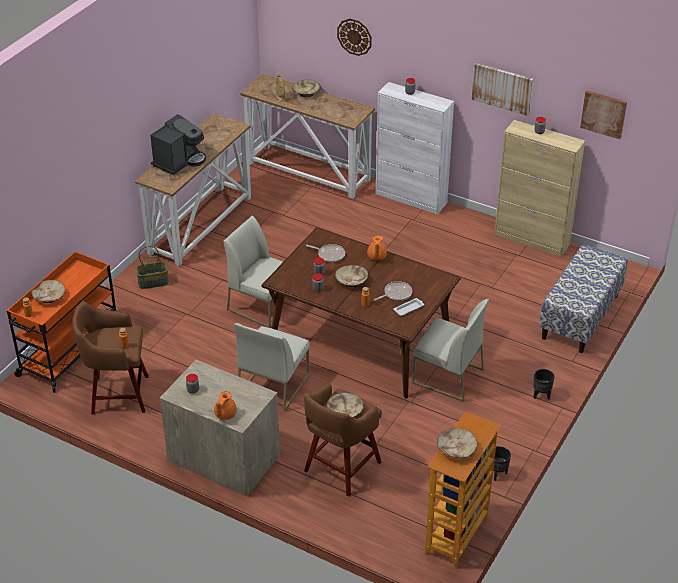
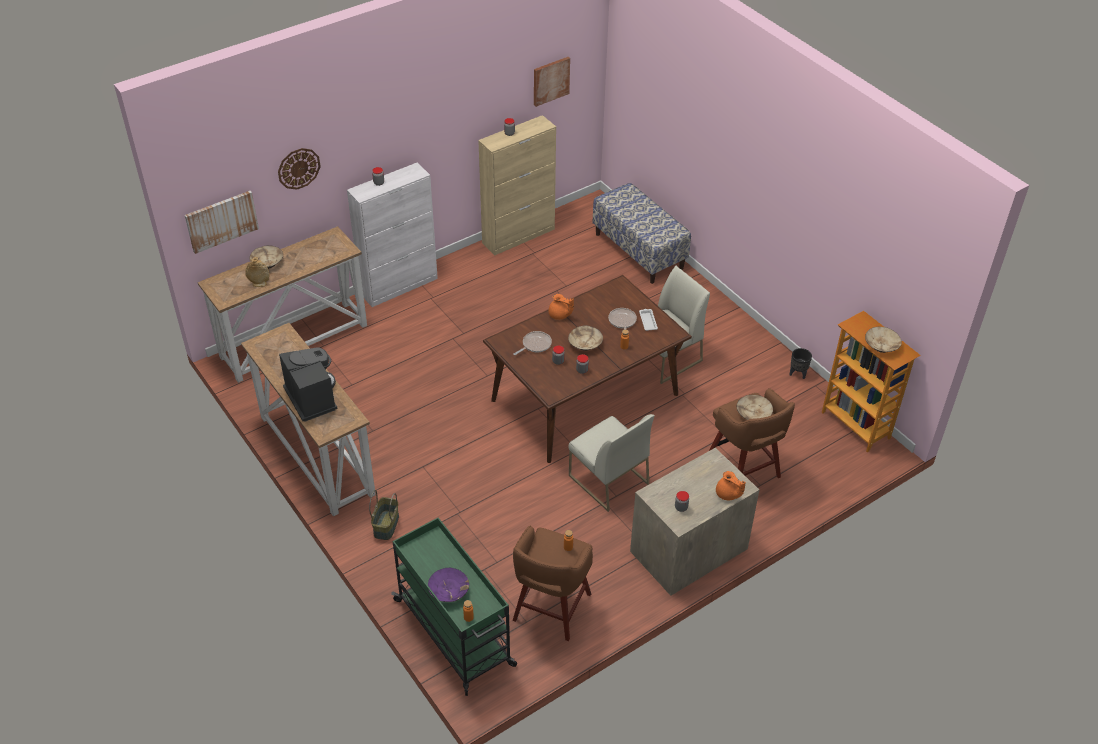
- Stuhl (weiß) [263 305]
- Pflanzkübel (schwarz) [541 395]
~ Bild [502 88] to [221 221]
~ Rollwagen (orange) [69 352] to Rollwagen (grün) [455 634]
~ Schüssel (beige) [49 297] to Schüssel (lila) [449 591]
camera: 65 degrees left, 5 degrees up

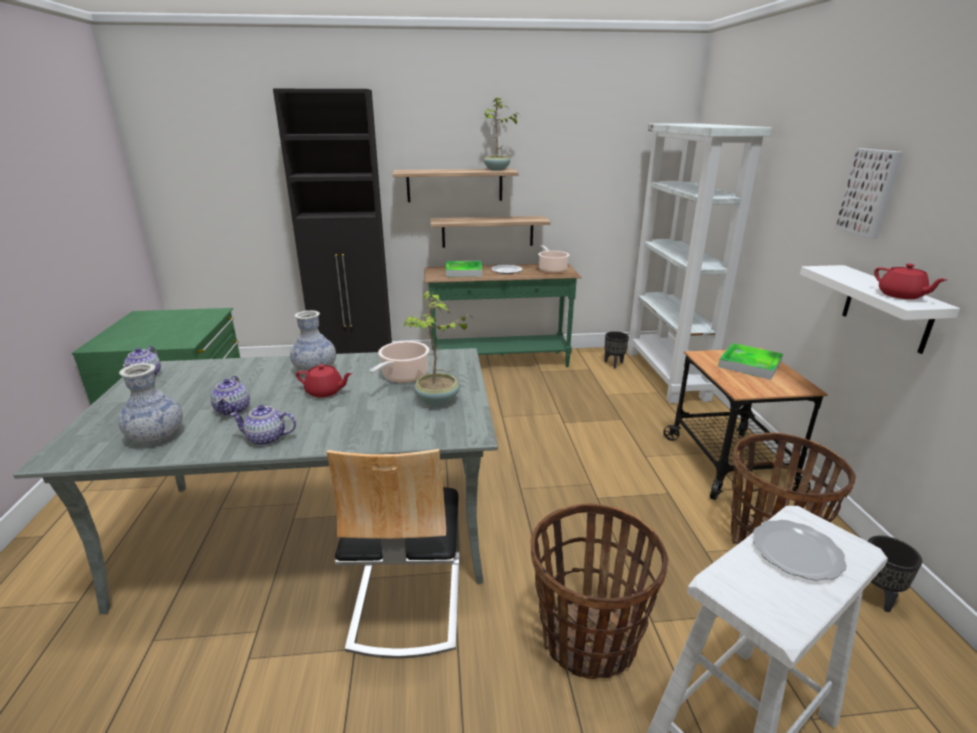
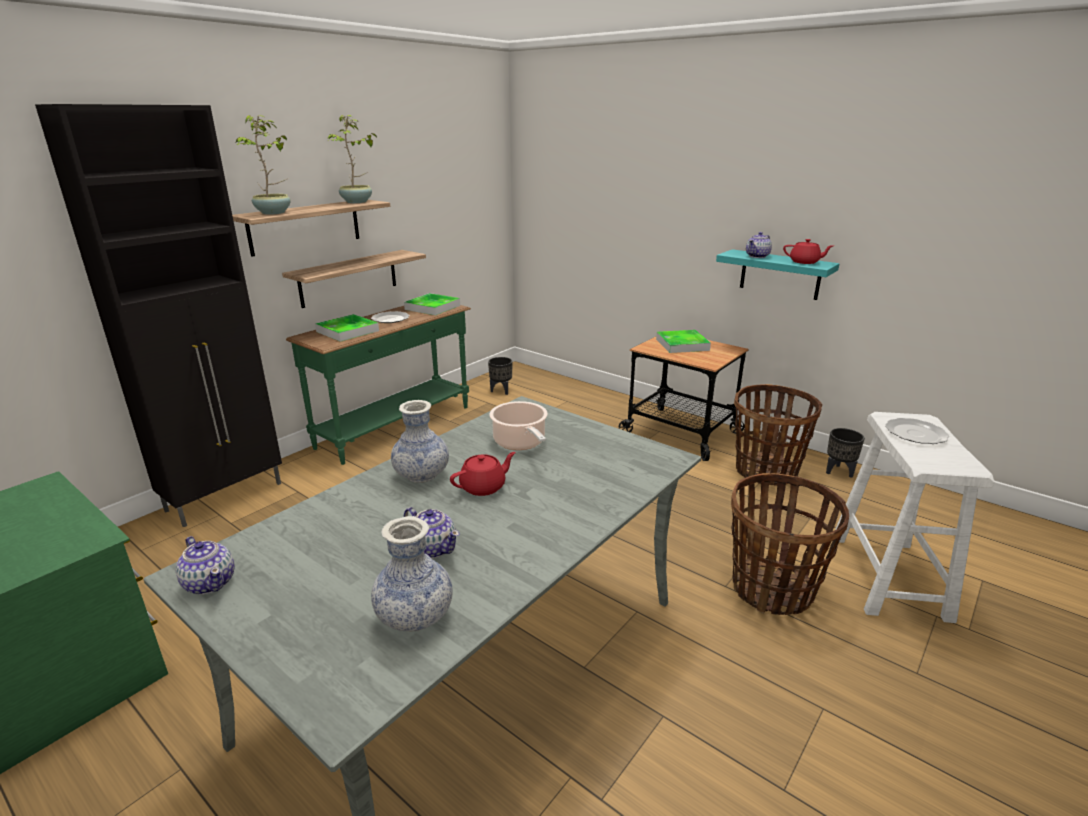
- Stuhl [406 601]
- Bücherregal (weiß) [667 374]
- Bild [870 192]
~ Teekanne [267 438] to [757 256]
~ Topfpflanze [438 400] to [274 213]
~ Kochtopf [552 270] to Tablett [432 307]
~ Wandregal (weiß) [887 308] to Wandregal (türkis) [780 274]
camera: 45 degrees left, 0 degrees up

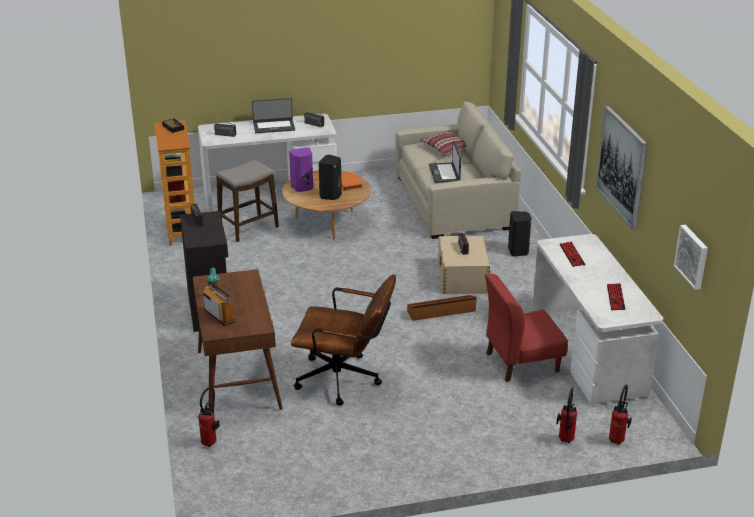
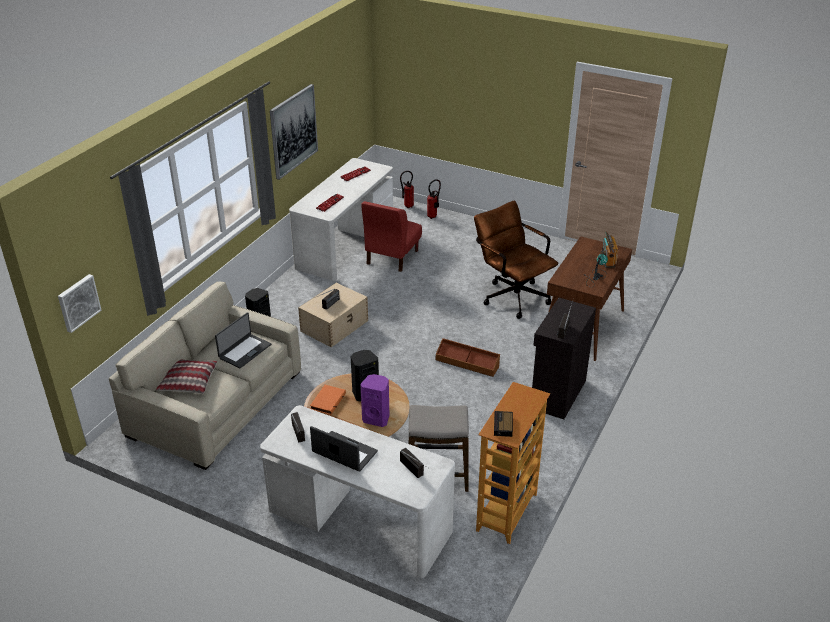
- Feuerlöscher [211 442]
~ Aufbewahrungsbox (braun) [441 311] to [467 363]
~ Bild [692 256] to [78 302]
~ Stuhl (rot) [521 362] = [392 257] 90 degrees clockwise
camera: 140 degrees left, 5 degrees up

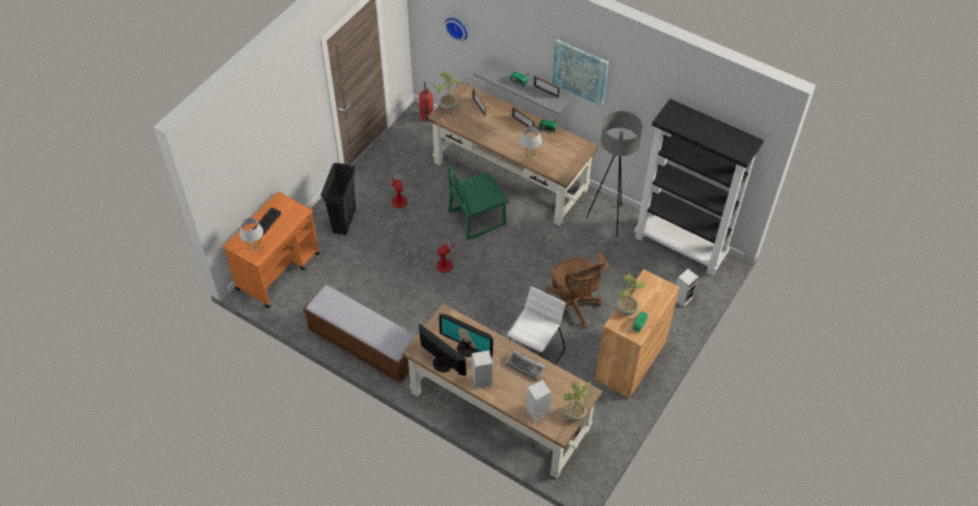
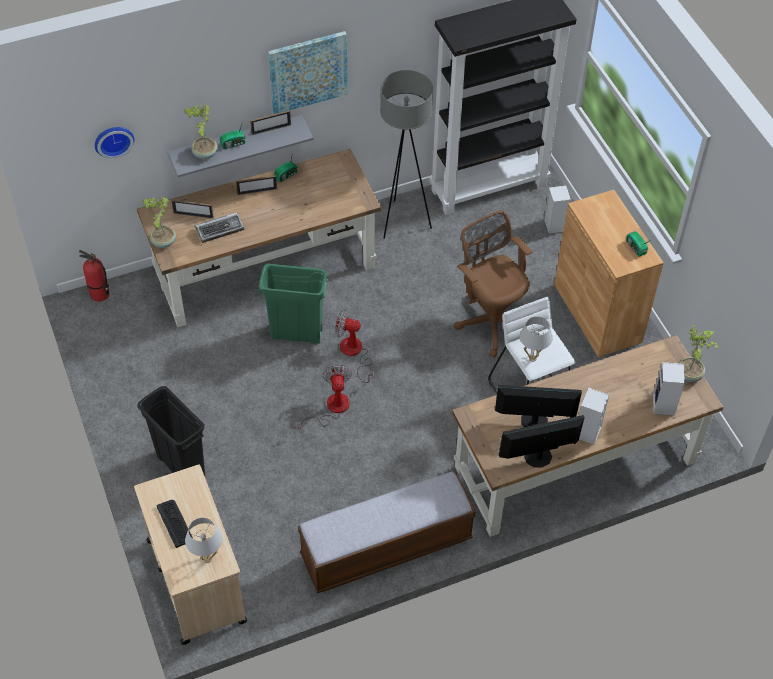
~ Ventilator [395 206] to [354 353]
~ Tastatur [526 367] to [220 229]
~ Tischlampe (weiß) [529 157] to [532 358]
~ Topfpflanze [626 309] to [204 154]
~ Stuhl (grün) [476 218] to Mülleimer (grün) [296 334]
~ Rollwagen (orange) [279 271] to Rollwagen (beige) [196 580]
~ Monitor [467 348] = [534 422] 150 degrees counterclockwise
~ Bürostuhl (braun) [573 306] = [491 320] 135 degrees counterclockwise
camera: 55 degrees left, 0 degrees up

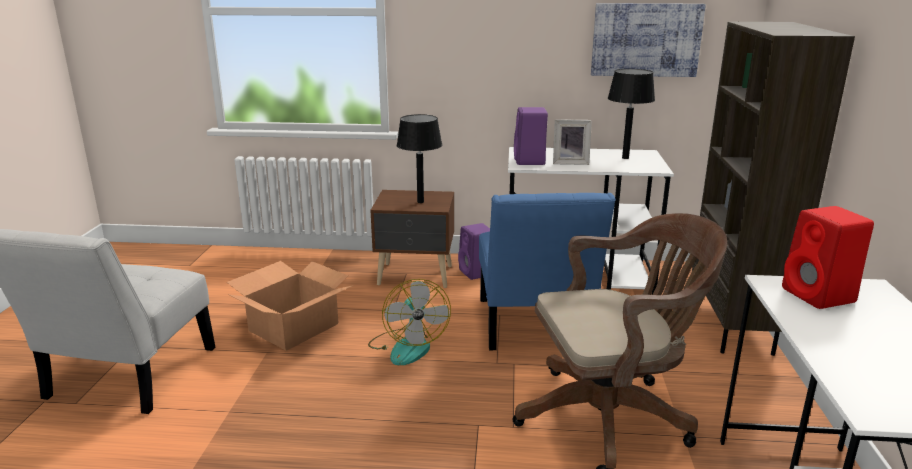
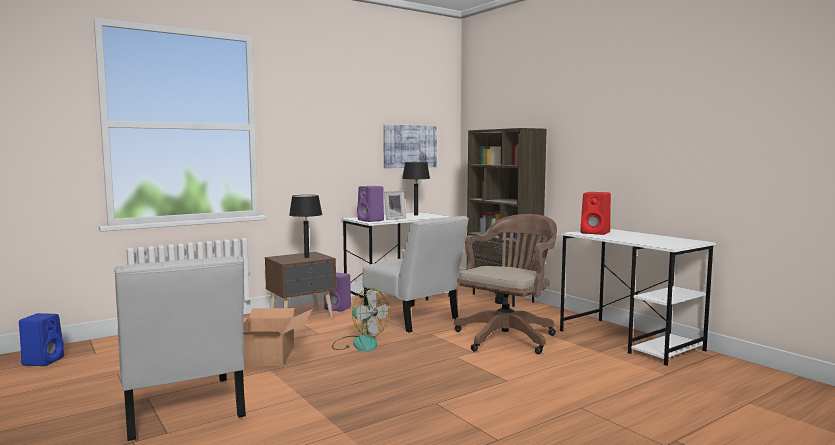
+ Lautsprecher (blau) [43 361]
~ Stuhl (blau) [534 327] to Stuhl (weiß) [414 319]
camera: 40 degrees left, 15 degrees down

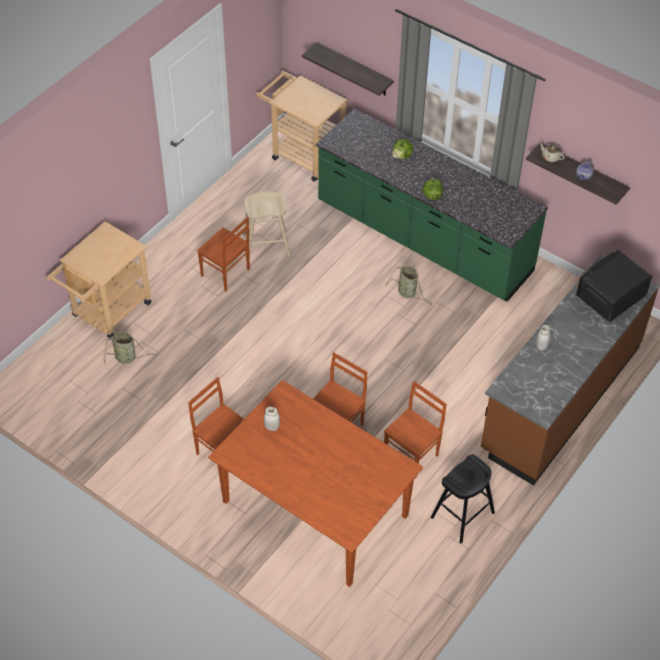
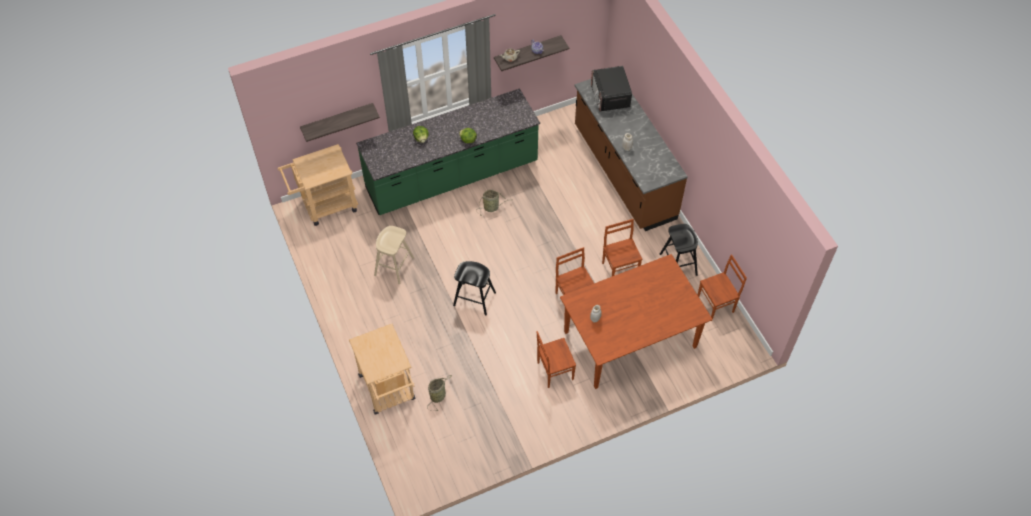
+ Hocker (schwarz) [474 299]
~ Stuhl (braun) [225 273] to [716 305]
camera: 60 degrees left, 5 degrees up

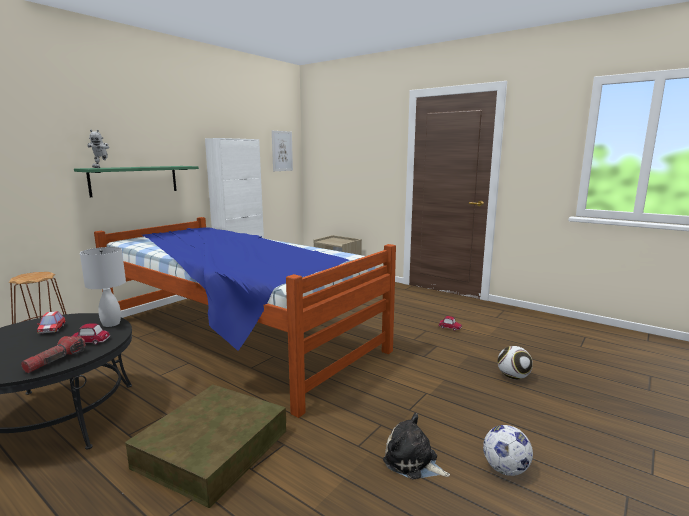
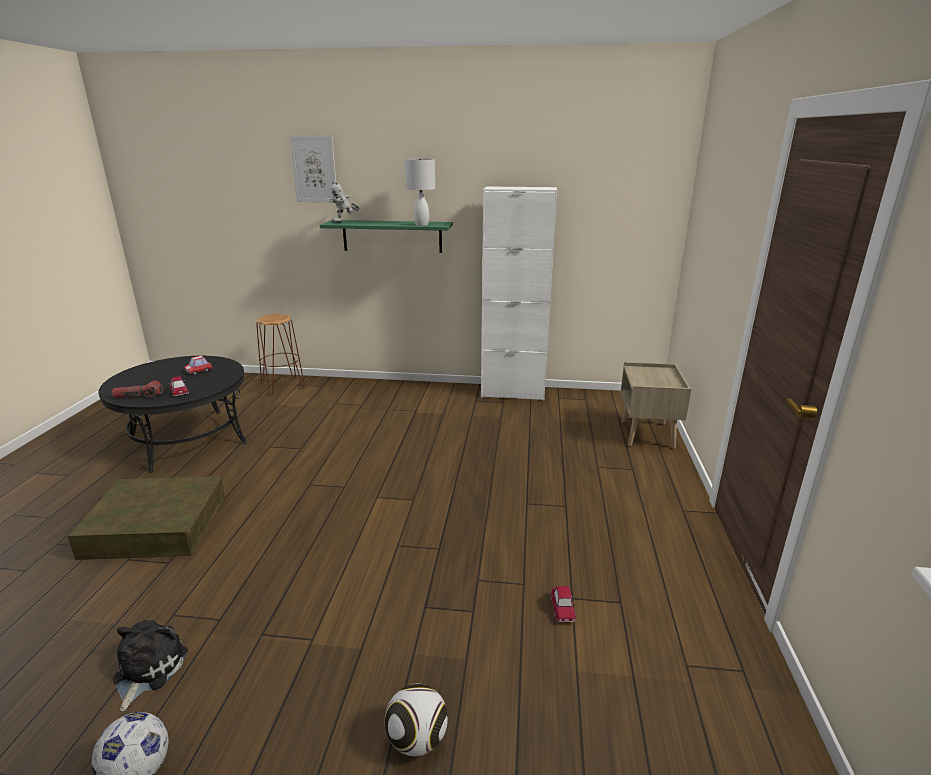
- Bett [238 337]
~ Tischlampe (weiß) [111 323] to [421 224]
~ Bild [282 151] to [314 169]
camera: 60 degrees right, 10 degrees up

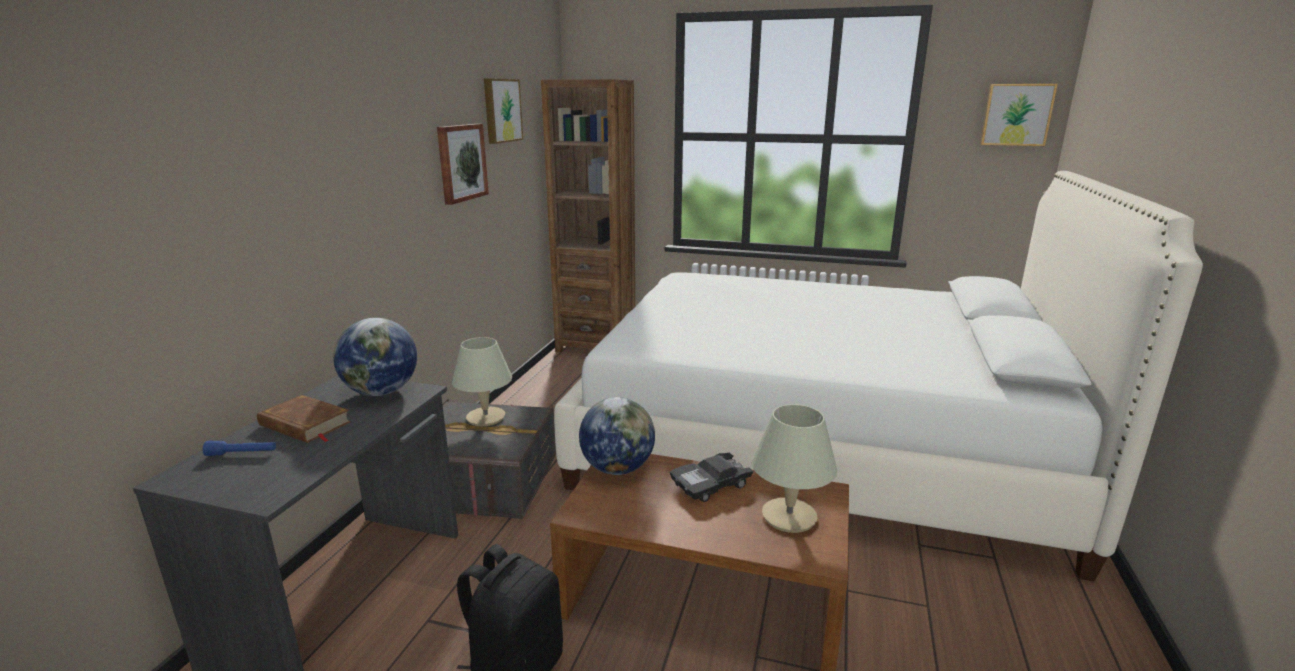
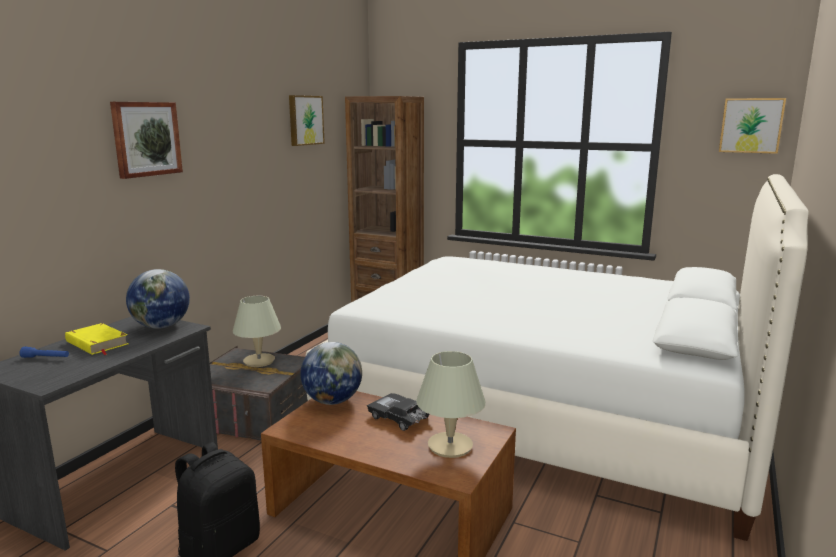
~ Bild [461 162] to [146 139]
~ Buch (braun) [305 424] to Buch (gelb) [97 343]
~ Spielzeugauto (schwarz) [711 484] = [400 418] 60 degrees clockwise
camera: 10 degrees right, 5 degrees down

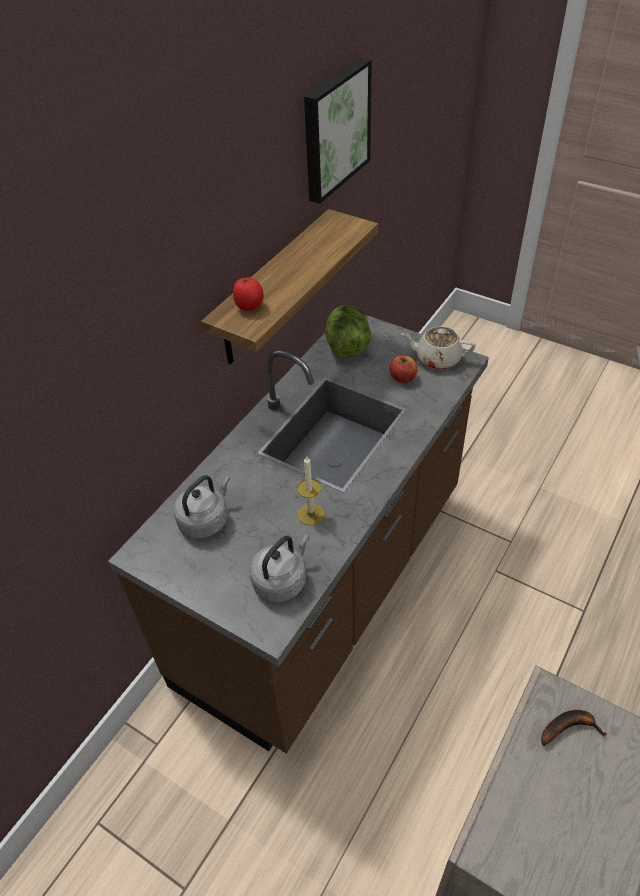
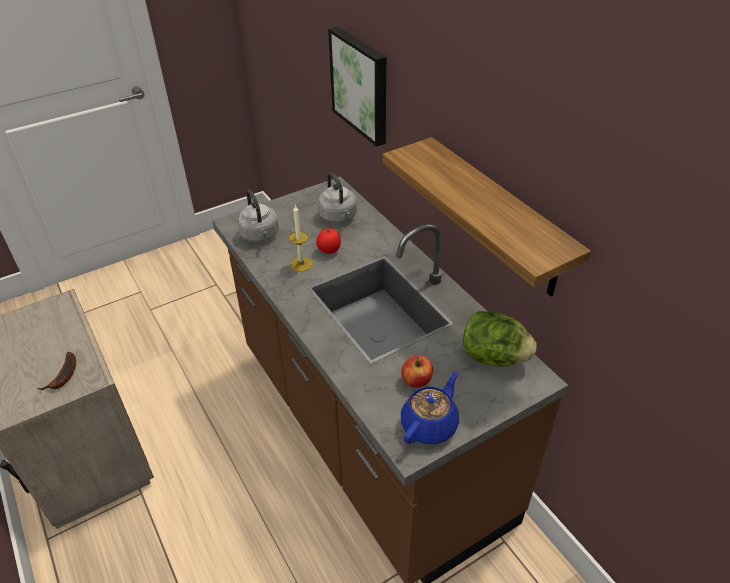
~ Tomate [249 307] to [329 251]
~ Bild [334 130] to [361 85]
~ Teekanne (beige) [437 358] to Teekanne (blau) [430 424]
camera: 115 degrees right, 5 degrees down

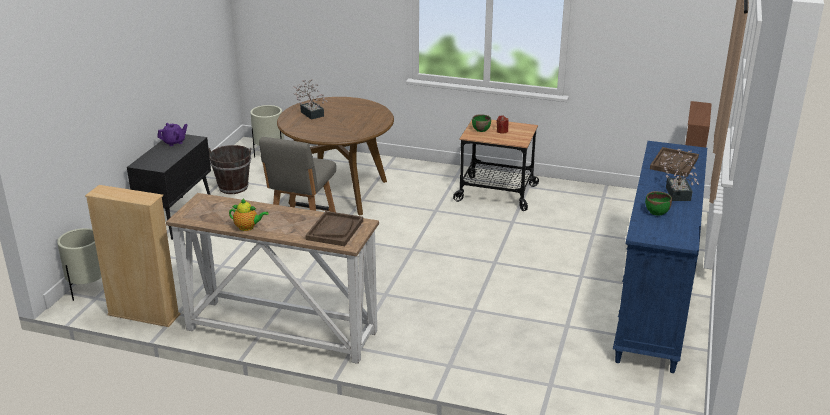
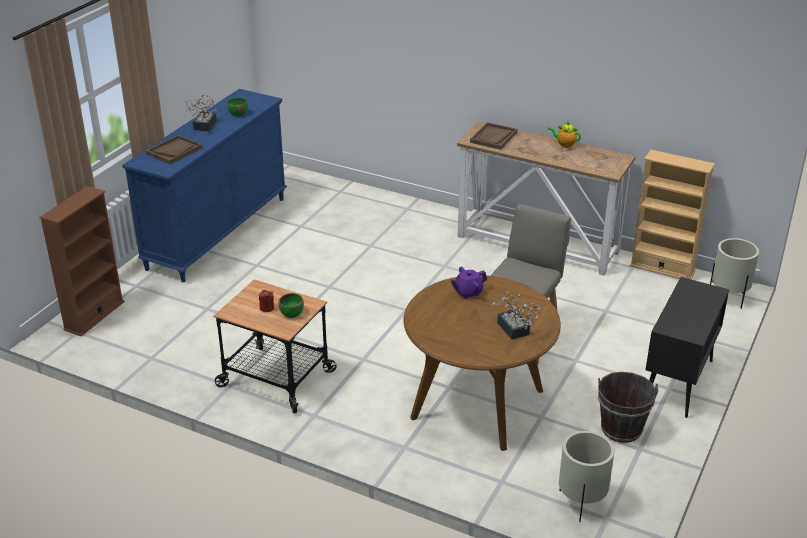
~ Teekanne (lila) [174 142] to [468 292]
camera: 170 degrees left, 5 degrees up

